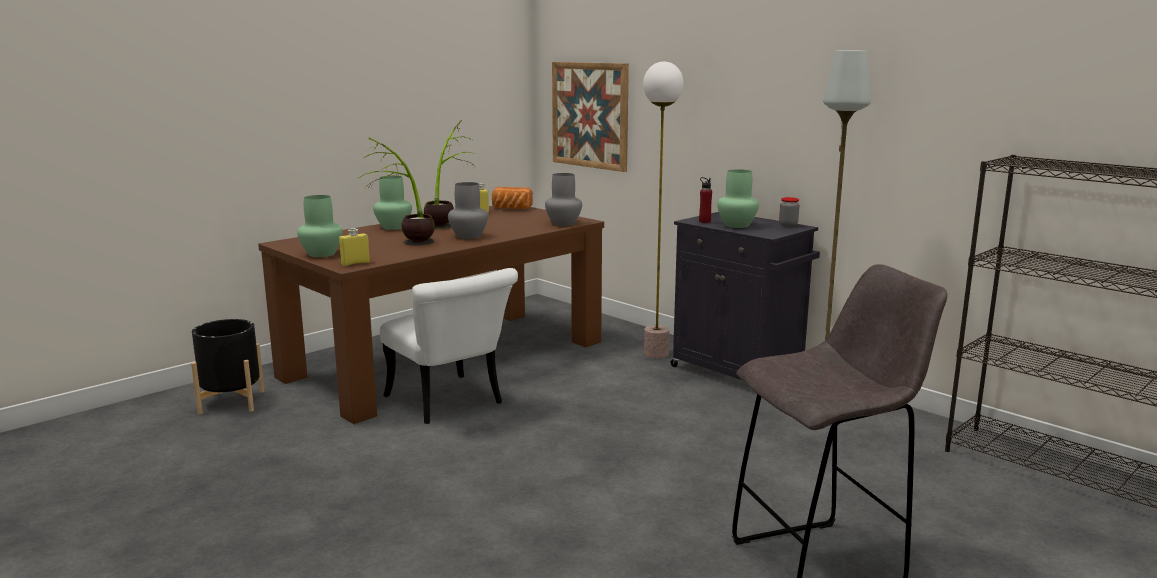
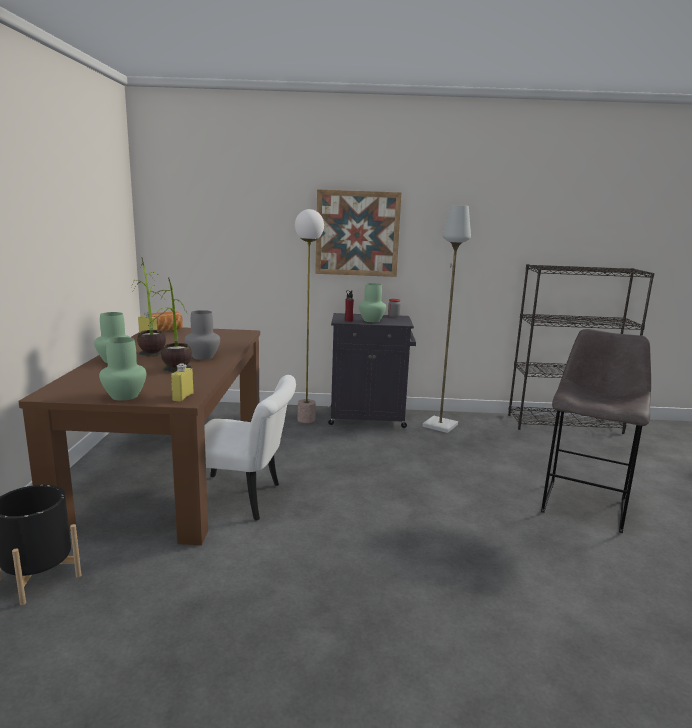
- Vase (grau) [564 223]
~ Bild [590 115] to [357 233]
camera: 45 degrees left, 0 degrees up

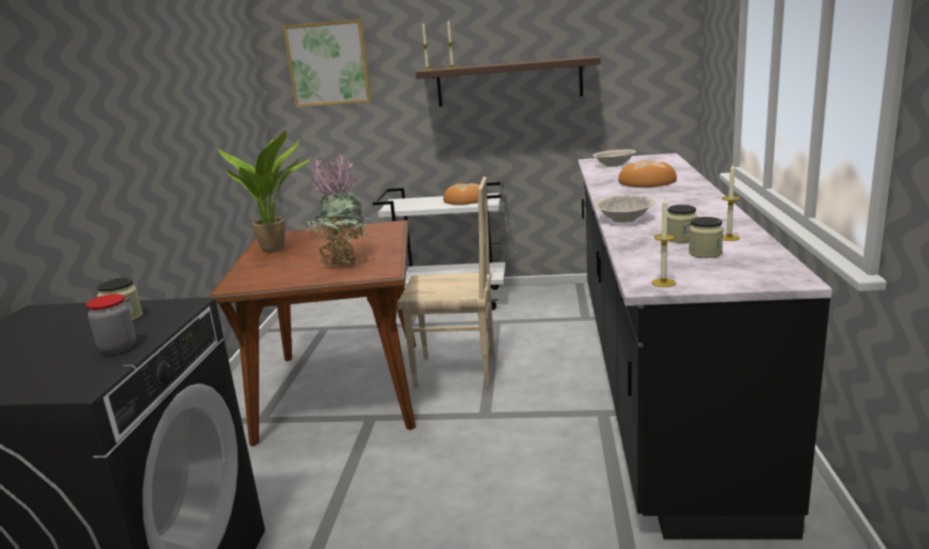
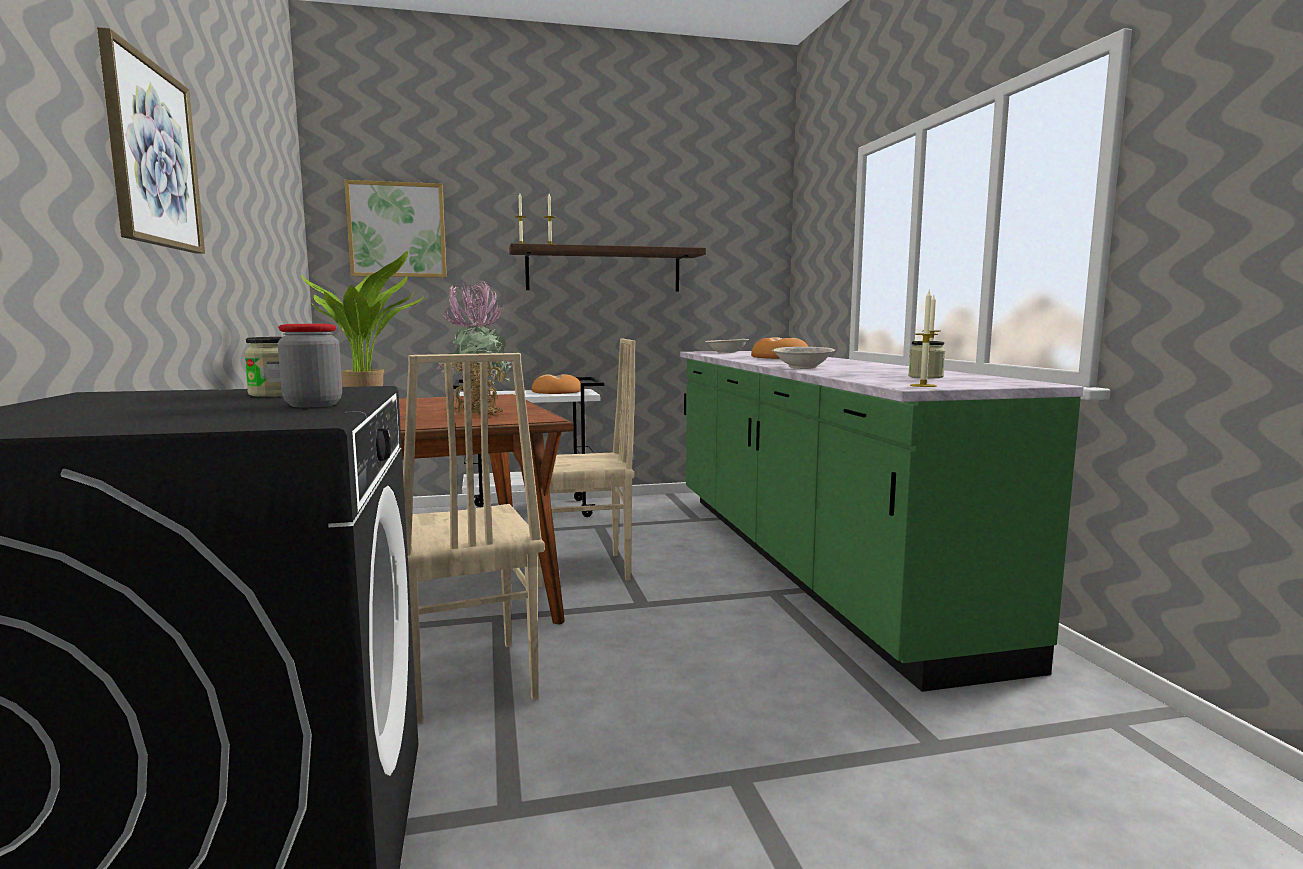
- Vorratsglas [681 238]
+ Bild [152 155]
+ Stuhl (beige) [465 681]
~ Küchenzeile (schwarz) [657 378] to Küchenzeile (grün) [807 562]
camera: 20 degrees left, 10 degrees down

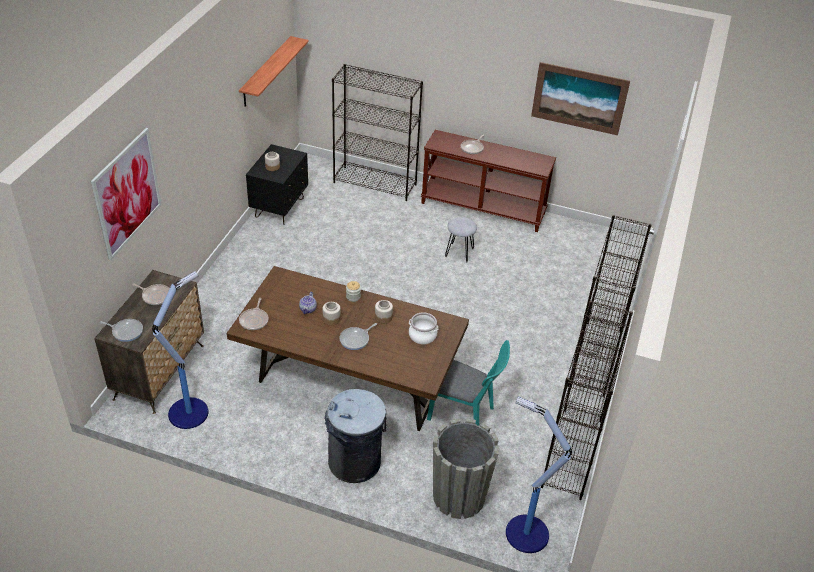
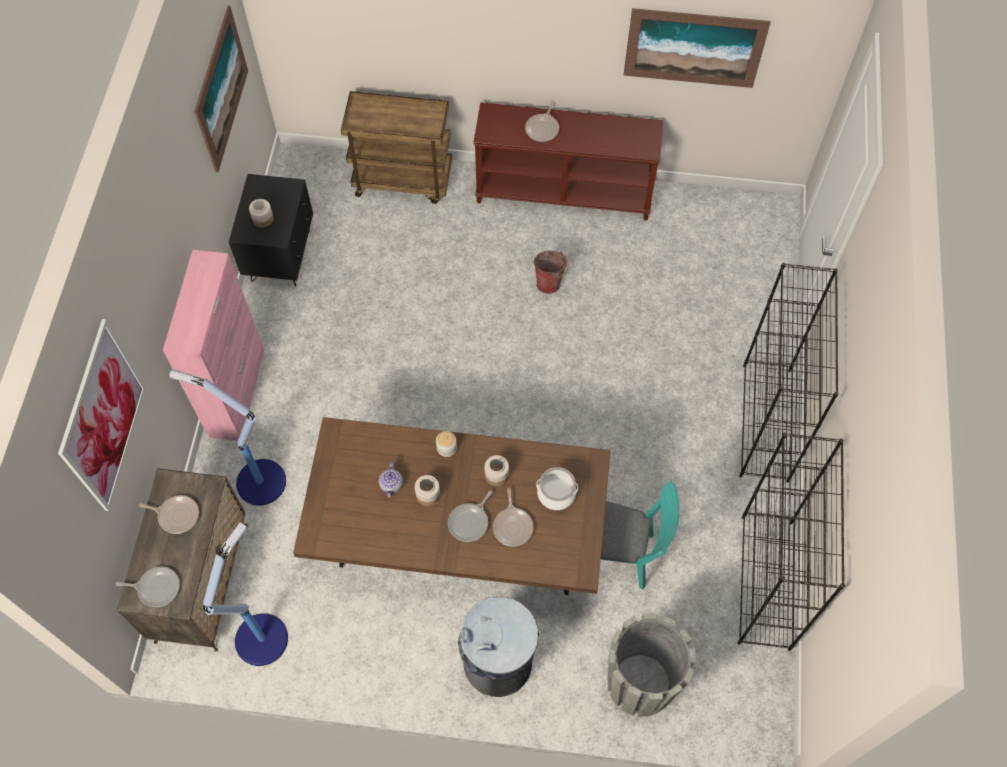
+ Schrank (rosa) [237 392]
~ Pfanne [254 320] to [513 526]
~ Stehlampe [525 533] to [259 482]
~ Wandregal [266 72] to Bild [221 89]
~ Bücherregal (schwarz) [375 183] to Rollwagen (braun) [404 180]
~ Hocker (grau) [459 252] to Eimer [550 281]
camera: 10 degrees left, 20 degrees up

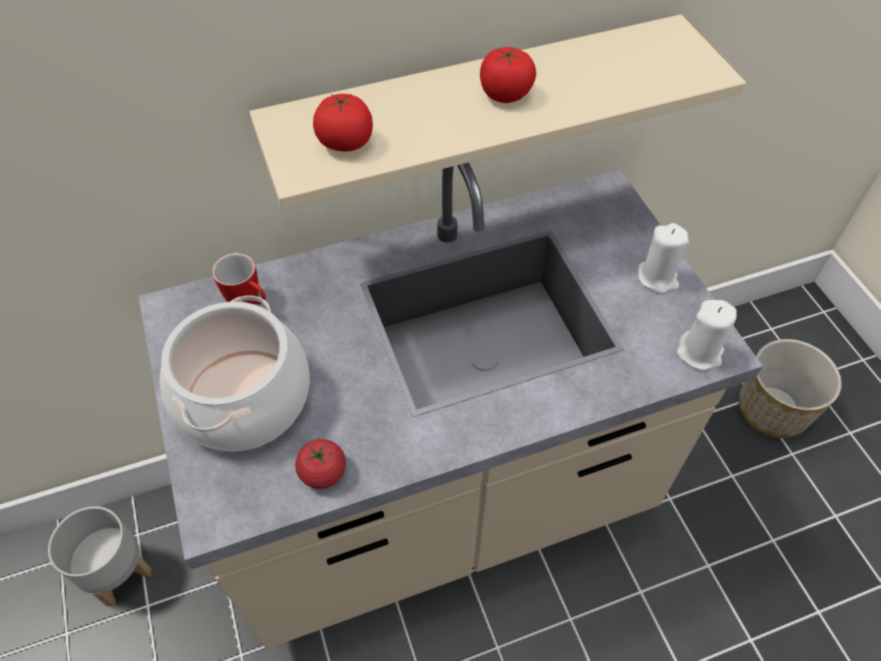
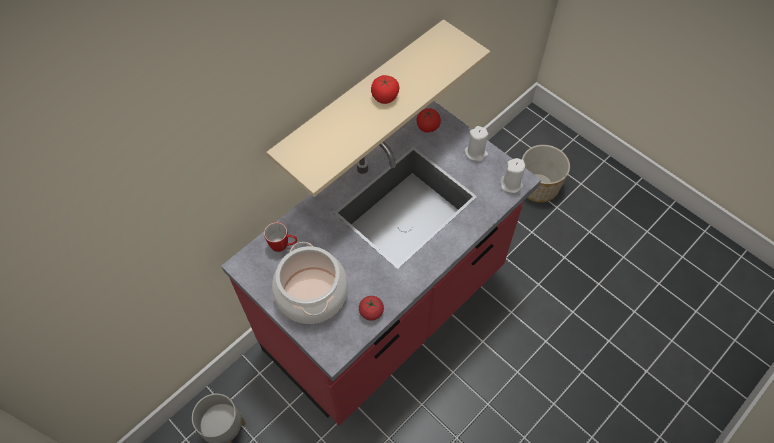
~ Tomate [345 142] to [427 127]
~ Küchenzeile (beige) [440 503] to Küchenzeile (rot) [387 312]
camera: 25 degrees left, 5 degrees up

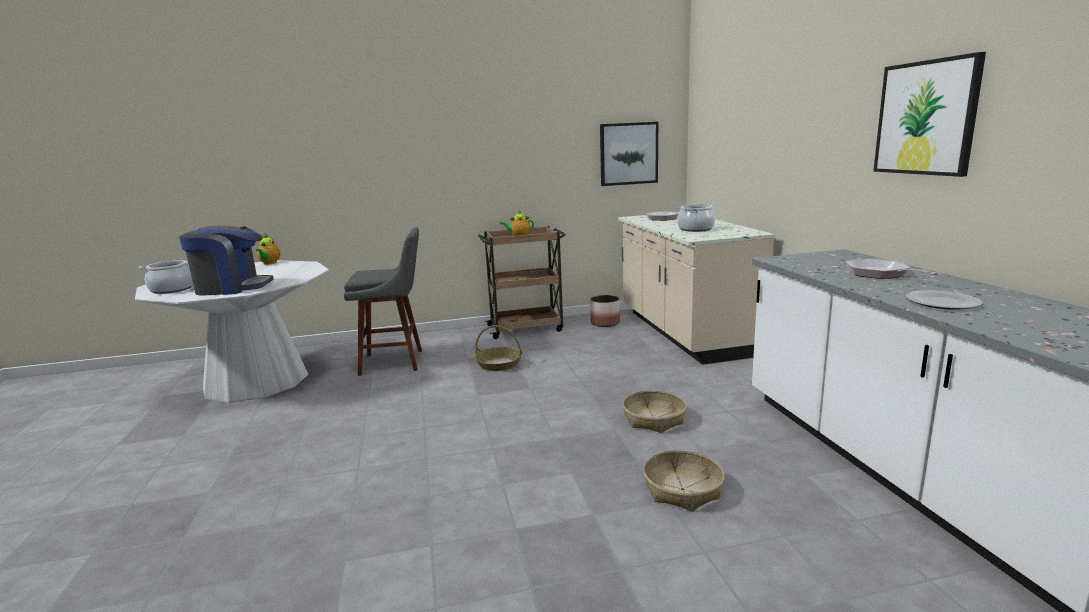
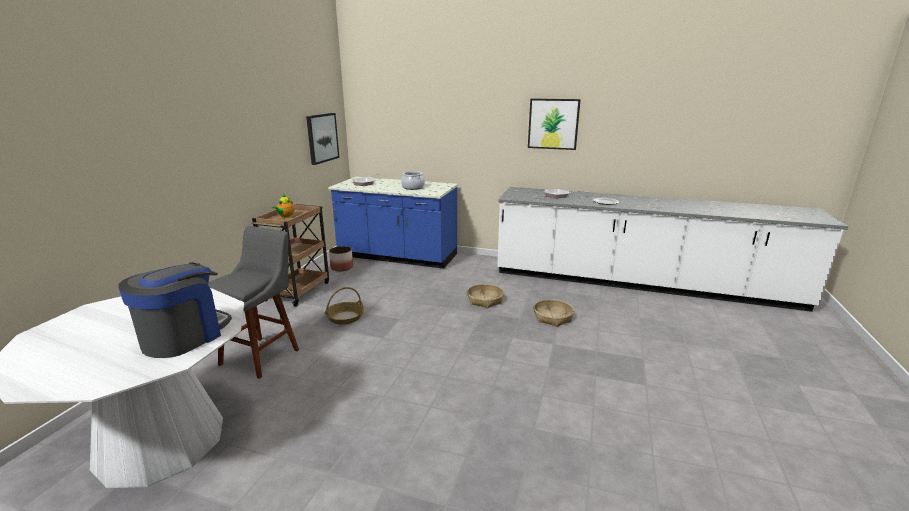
- Kochtopf [172 289]
- Teekanne [269 263]
~ Küchenzeile (beige) [684 332] to Küchenzeile (blau) [397 256]
camera: 60 degrees left, 5 degrees up

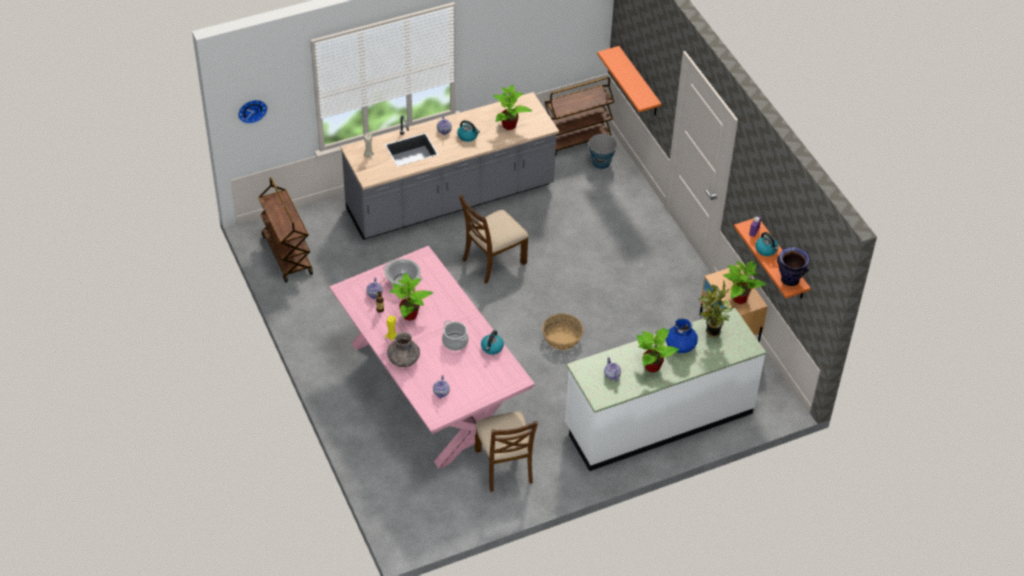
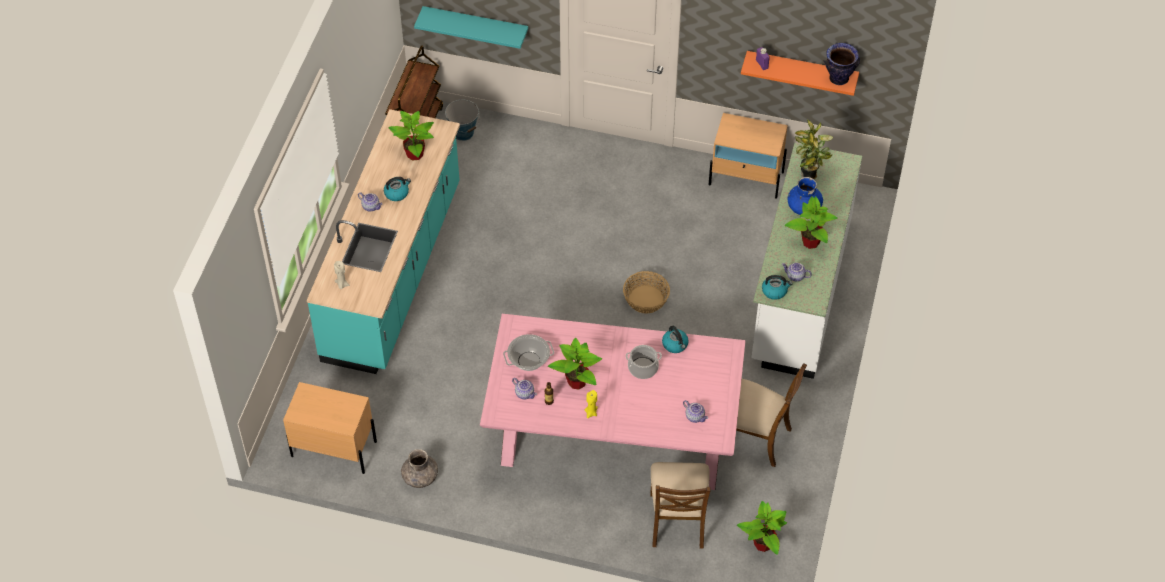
- Wanduhr [251 110]
~ Vase (grau) [403 359] to [420 477]
~ Stuhl (braun) [493 261] to [677 520]
~ Topfpflanze [739 298] to [762 544]
~ Wasserkessel [766 250] to [775 291]
~ Rollwagen (braun) [286 254] to Nachttisch (beige) [333 448]
~ Küchenzeile (grau) [450 199] to Küchenzeile (türkis) [394 272]
~ Wandregal (orange) [639 82] to Wandregal (türkis) [475 25]
camera: 50 degrees left, 5 degrees up

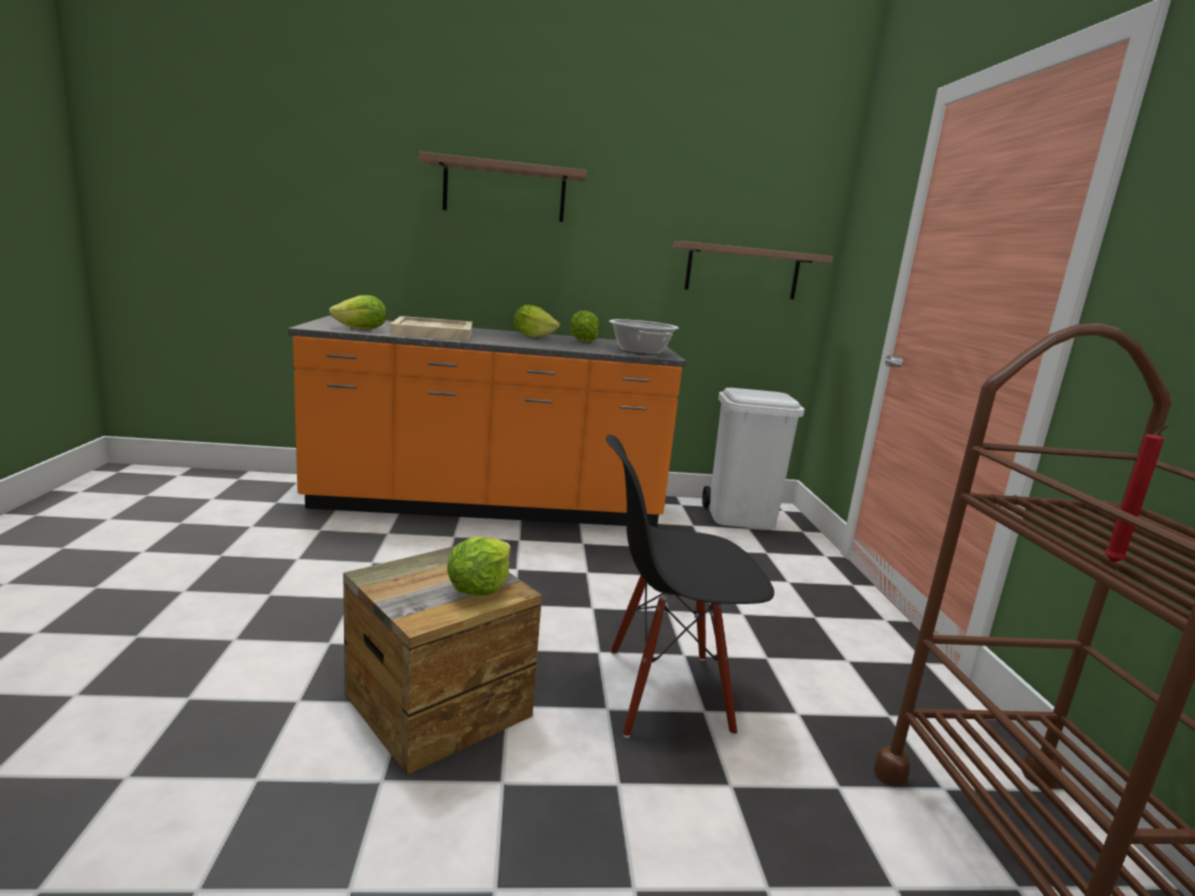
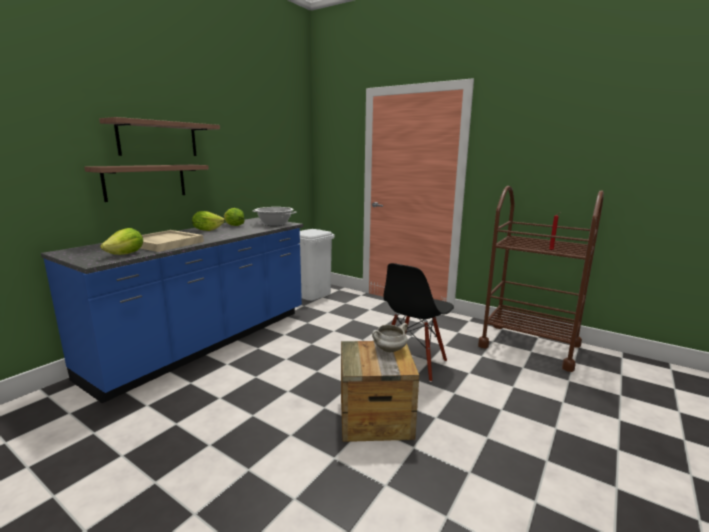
~ Wandregal [742 271] to [145 182]
~ Salatkopf [479 588] to Kochtopf (weiß) [389 350]
~ Küchenzeile (orange) [488 506] to Küchenzeile (blau) [206 342]
camera: 50 degrees left, 0 degrees up

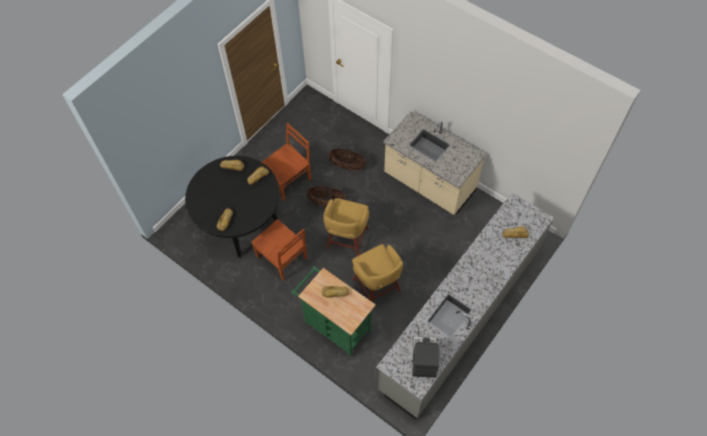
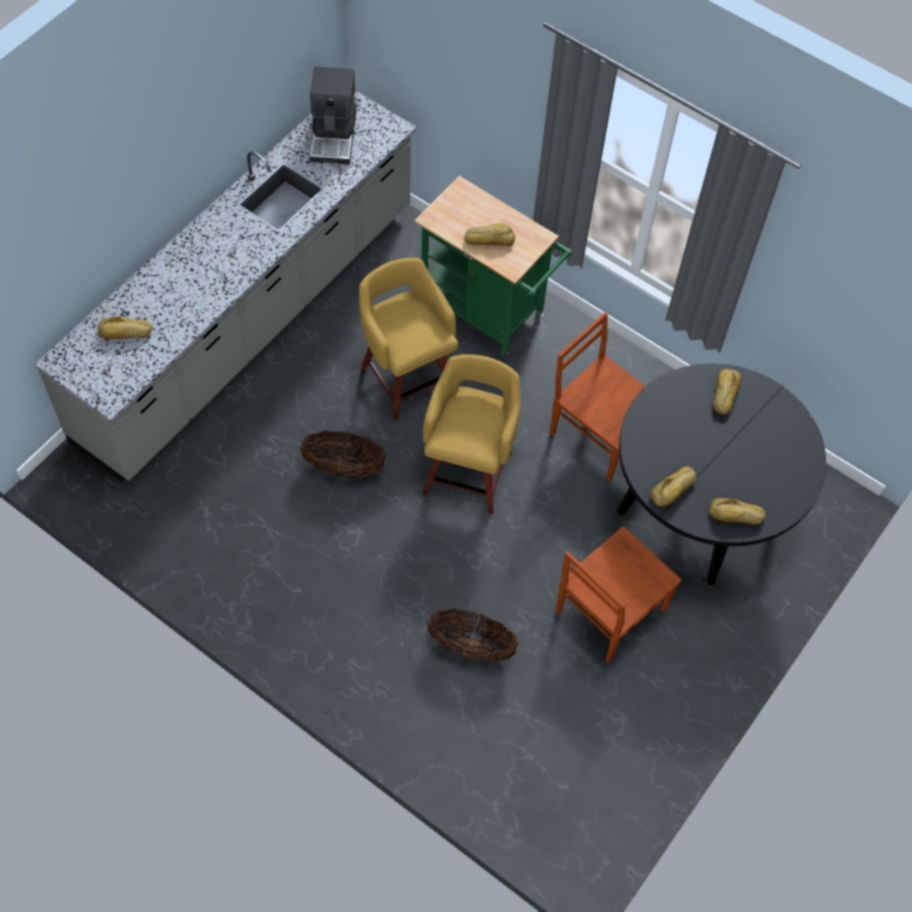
- Küchenzeile (beige) [429 184]
~ Korb [326 203] to [344 467]
camera: 175 degrees right, 0 degrees up

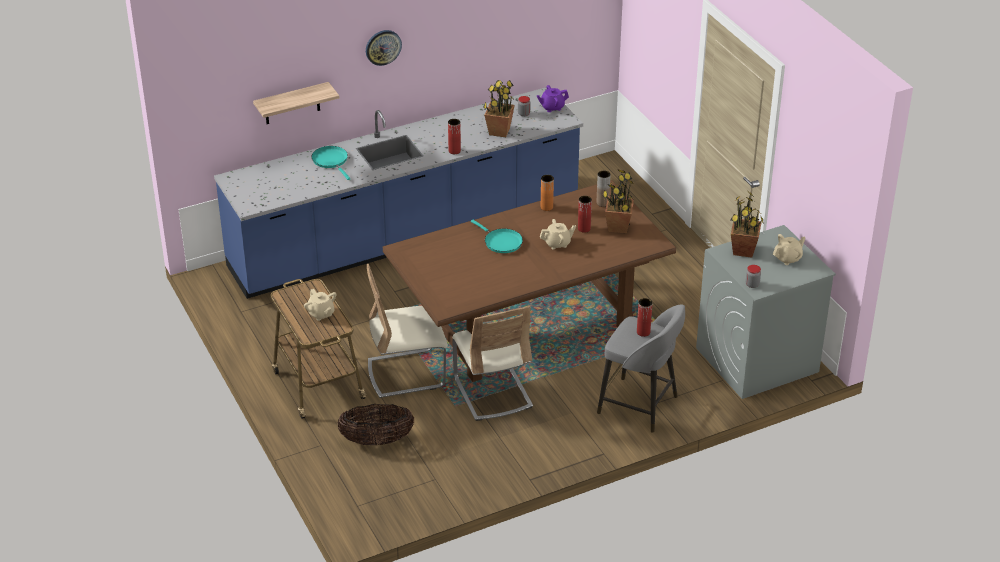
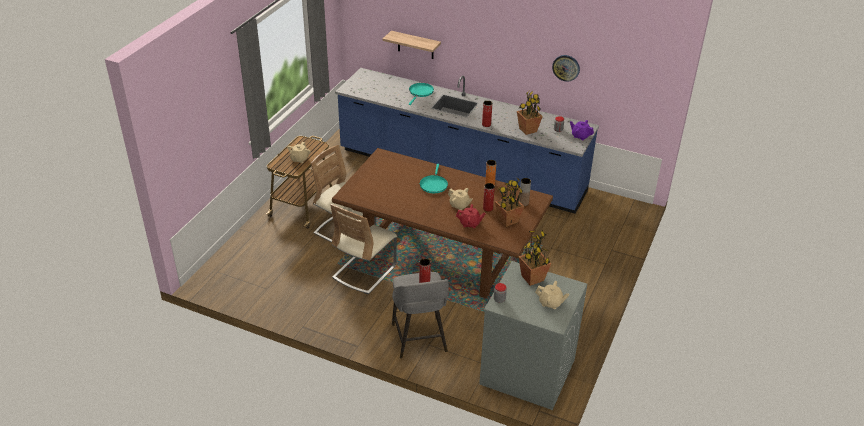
- Korb [377 440]
+ Teekanne (rot) [470 223]
~ Wanduhr [383 47] to [566 67]
camera: 50 degrees right, 0 degrees up

